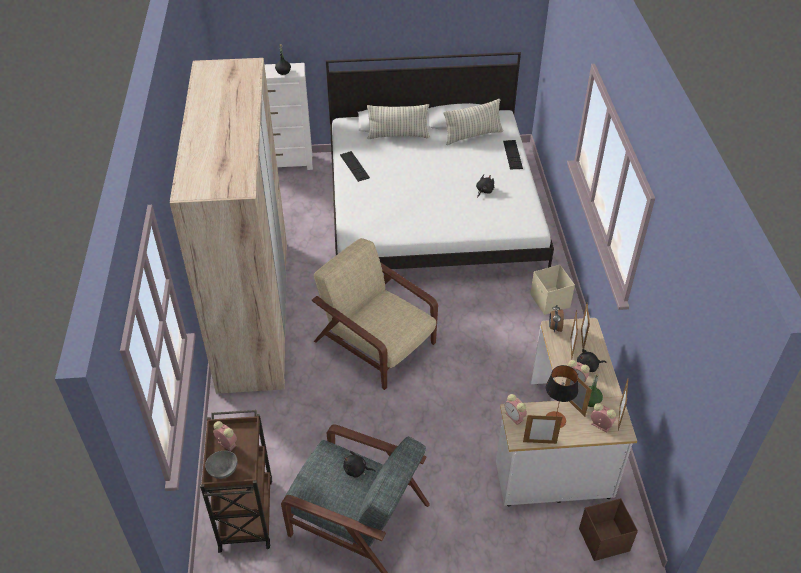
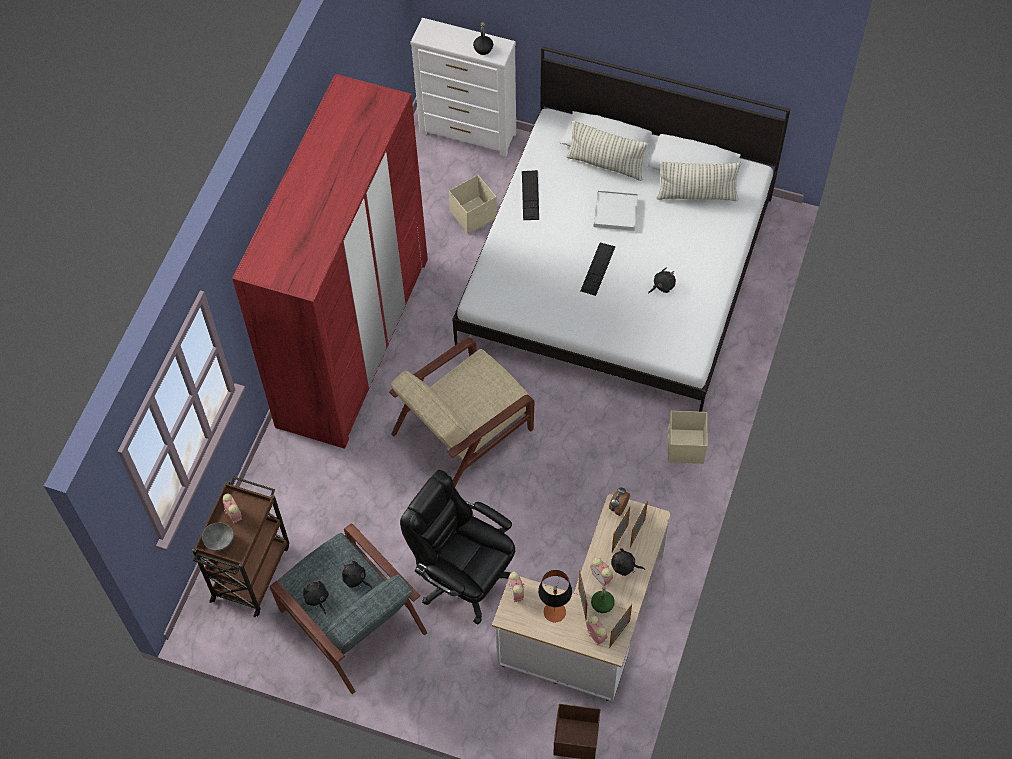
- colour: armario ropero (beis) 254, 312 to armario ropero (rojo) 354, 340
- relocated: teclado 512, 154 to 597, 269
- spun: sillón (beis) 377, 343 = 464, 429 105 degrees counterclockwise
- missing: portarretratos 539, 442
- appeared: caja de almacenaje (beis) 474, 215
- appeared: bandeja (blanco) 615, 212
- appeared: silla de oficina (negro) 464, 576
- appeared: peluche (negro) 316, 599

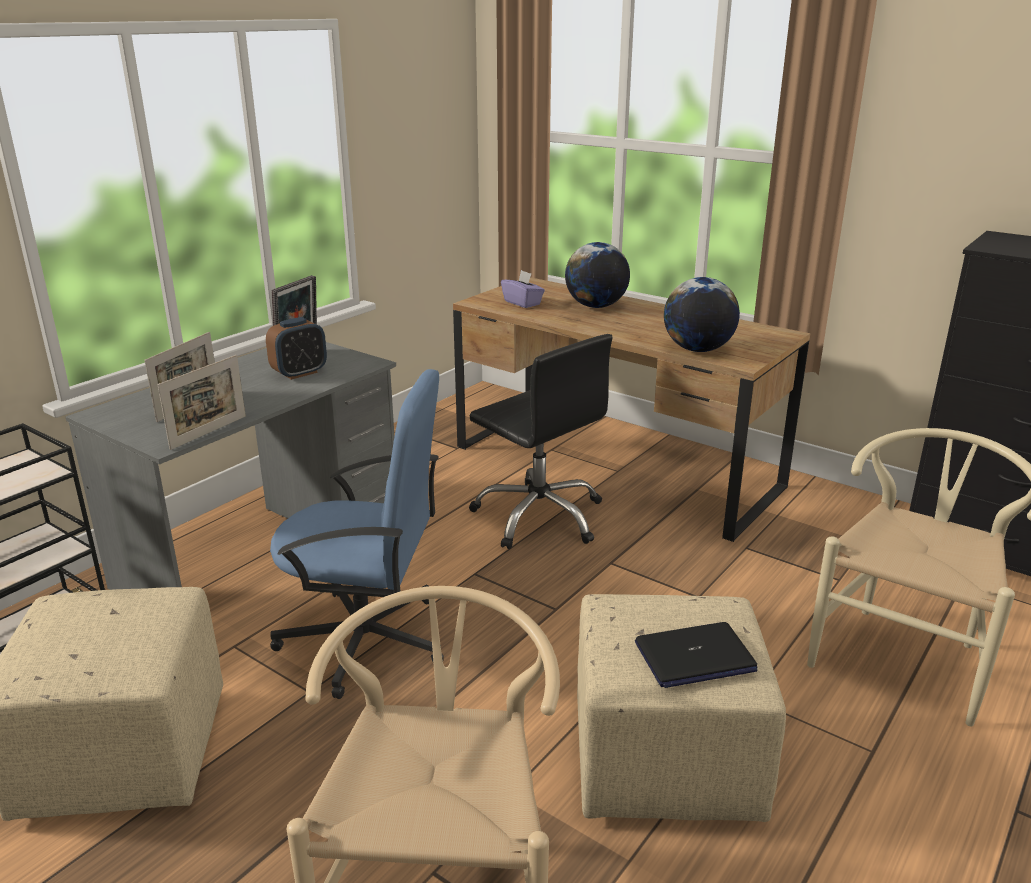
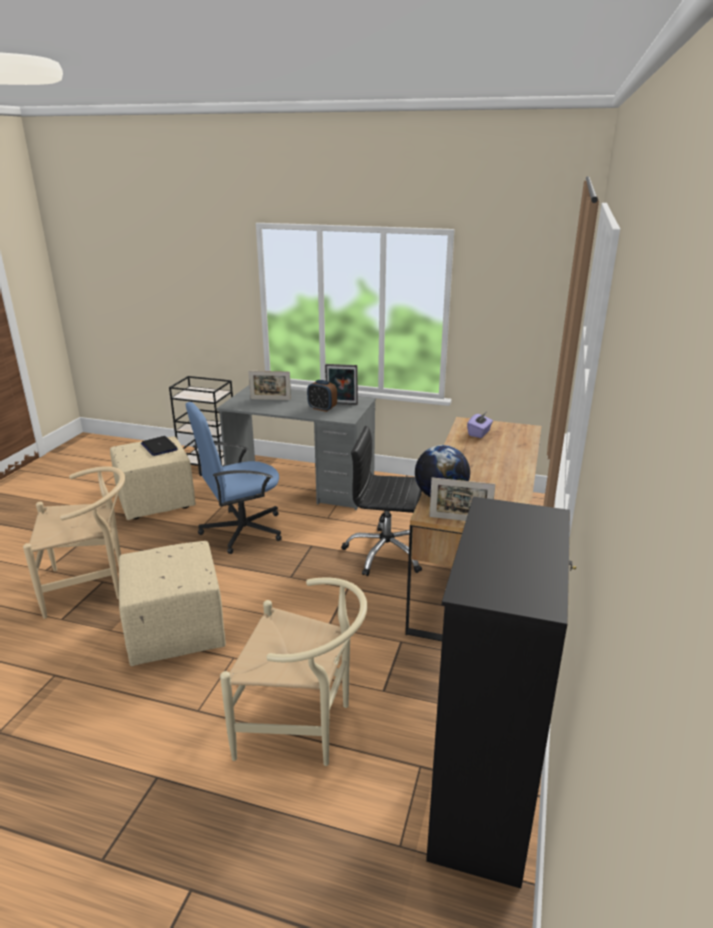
- missing: globo terráqueo 596, 306
- spun: silla de oficina (negro) 539, 516 = 385, 553 75 degrees clockwise
- relocated: portarretratos 209, 432 to 460, 520
- spun: silla de oficina (azul) 367, 640 = 241, 530 75 degrees clockwise
- relocated: portátil 694, 657 to 159, 447

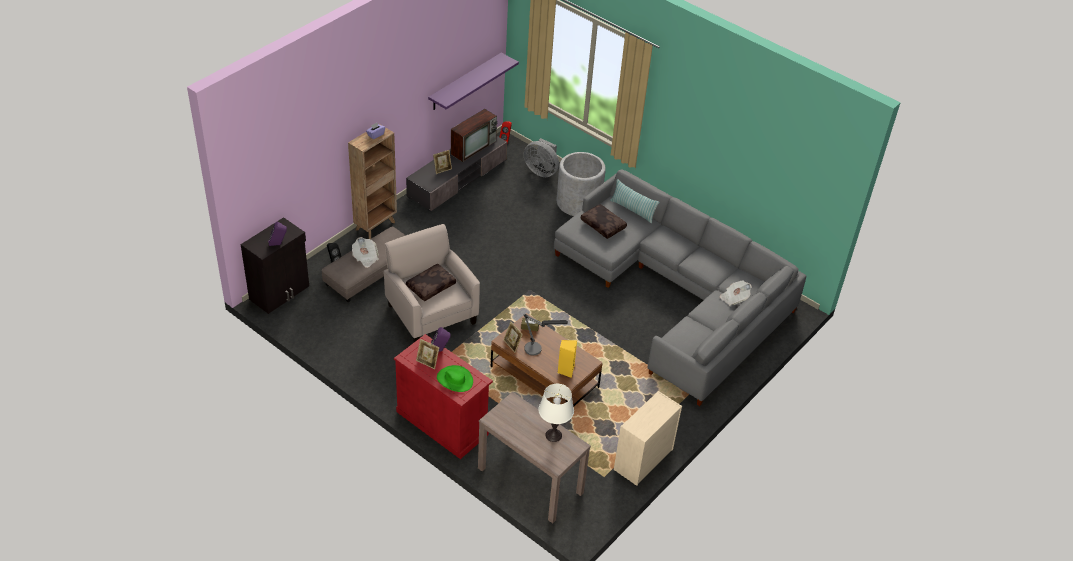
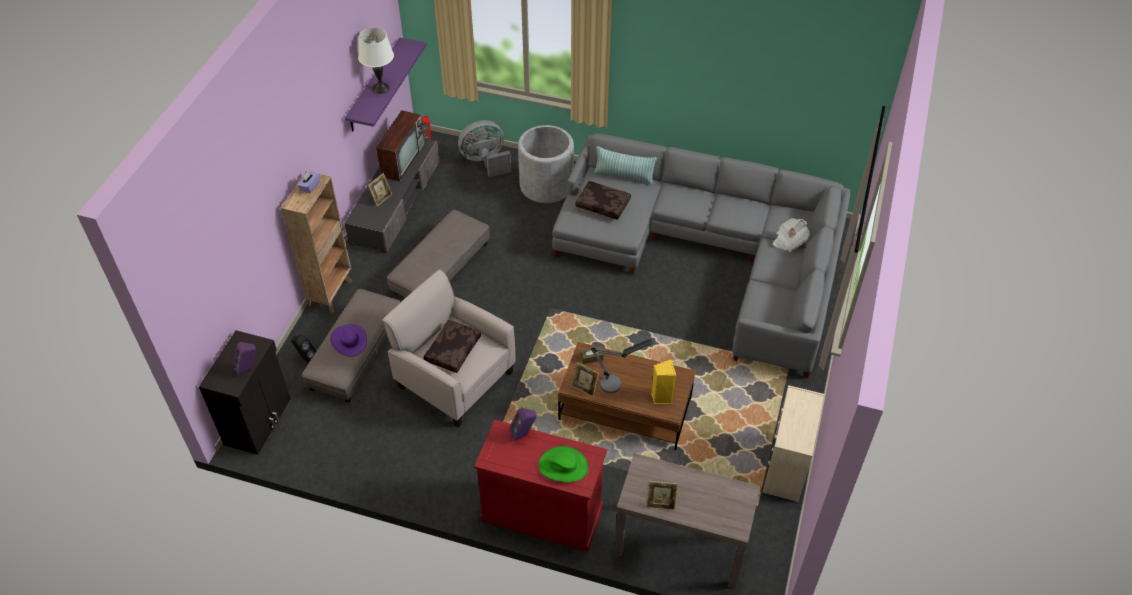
- spun: ventilador (gris) 541, 171 = 485, 162 150 degrees clockwise
- exchanged: periódico 365, 258 to sombrero (morado) 349, 340
- relocated: portarretratos 427, 362 to 660, 504
- relocated: lámpara de mesa (blanco) 553, 435 to 381, 88
- appeared: puf (gris) 441, 268

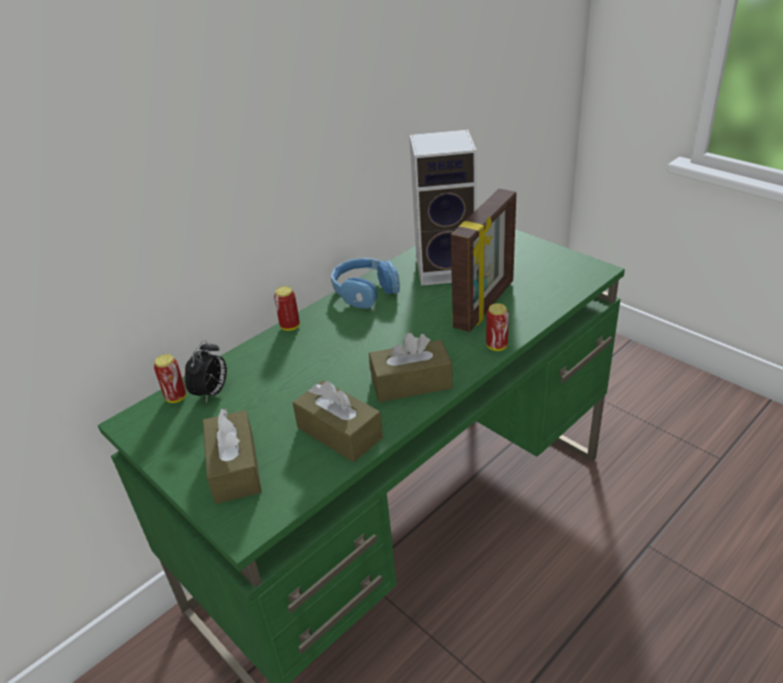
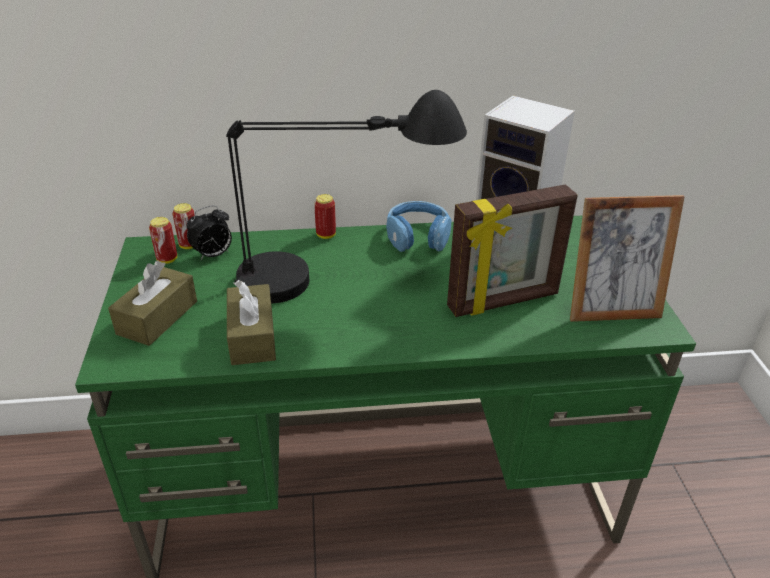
- relocated: lata 496, 346 to 167, 260
- missing: caja de pañuelos (marrón) 411, 383
- appeared: lámpara de mesa (negro) 338, 280
- appeared: portarretratos 611, 311

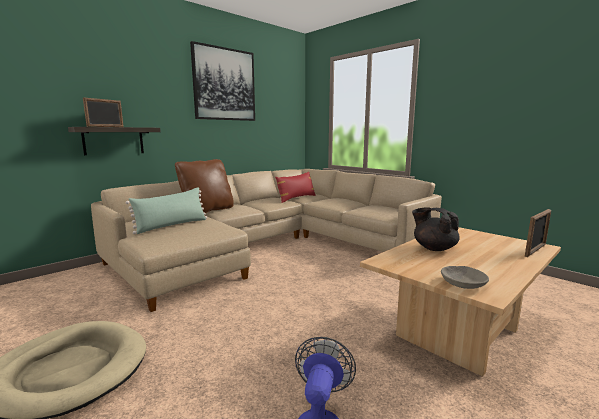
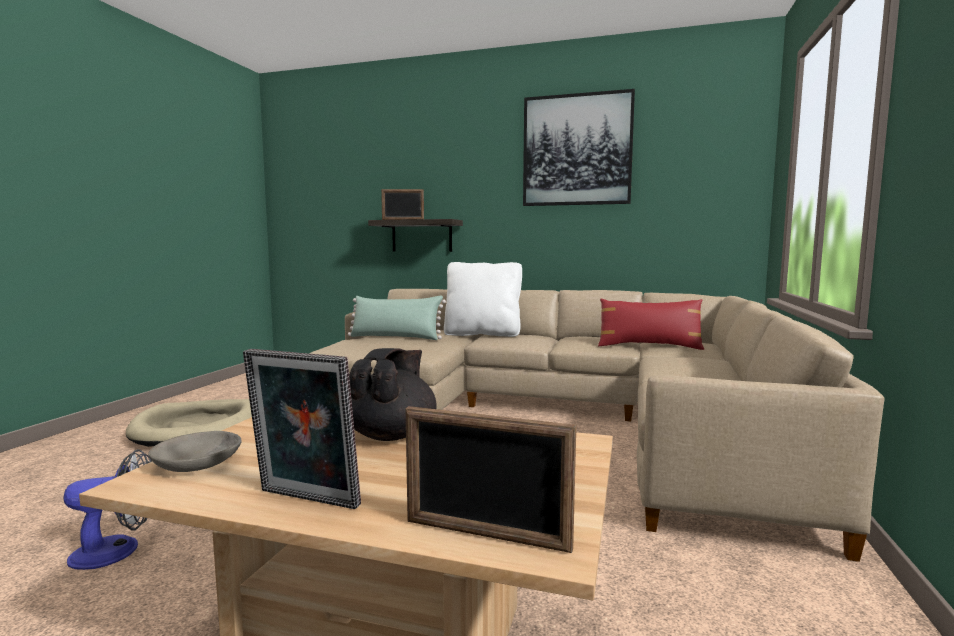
- colour: cojín (marrón) 207, 210 to cojín (blanco) 482, 334
- appeared: portarretratos 305, 501

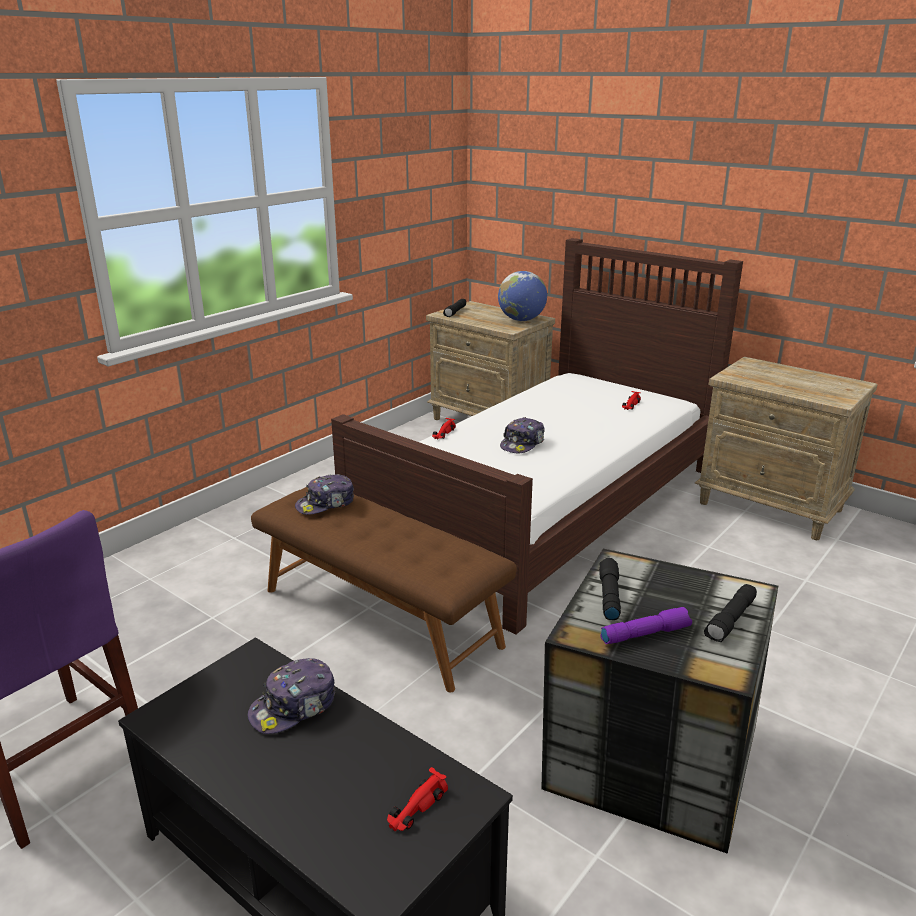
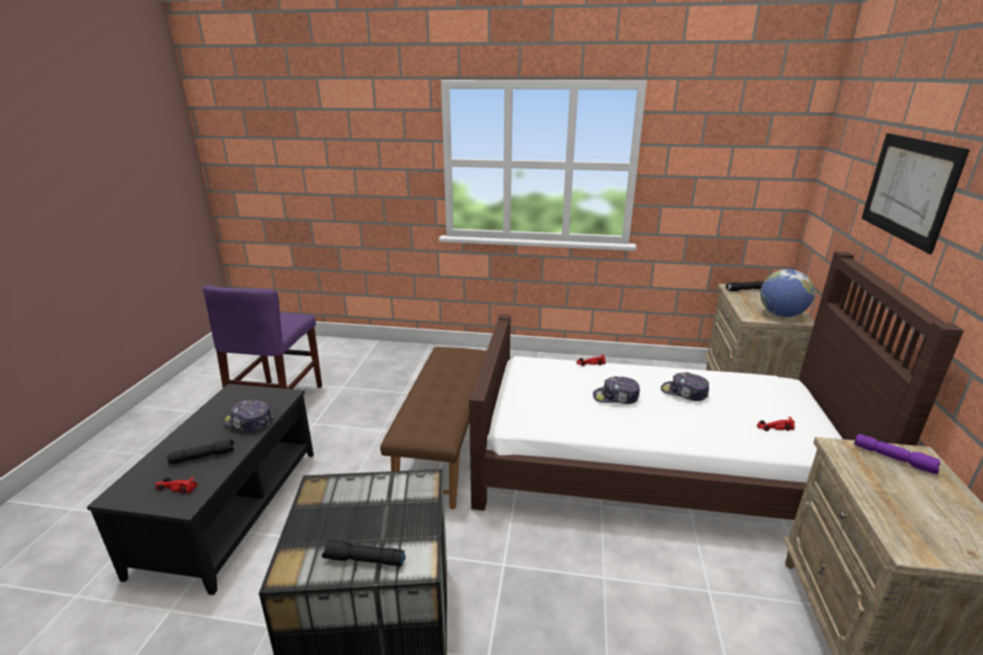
- relocated: gorra 326, 504 to 684, 393
- relocated: linterna (negro) 608, 595 to 203, 456
- relocated: linterna (morado) 645, 633 to 894, 458
- appeared: cuadro 908, 189

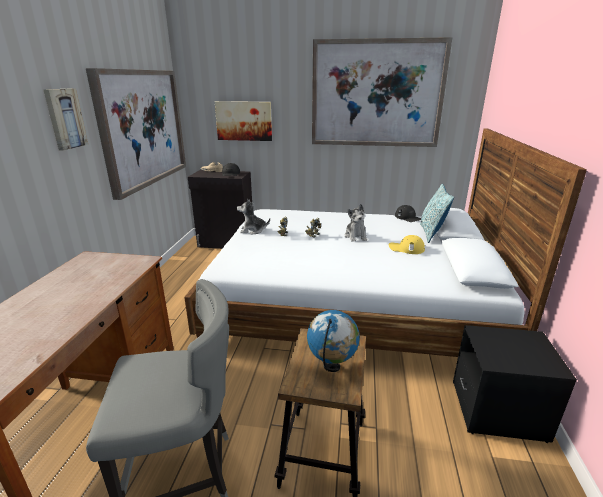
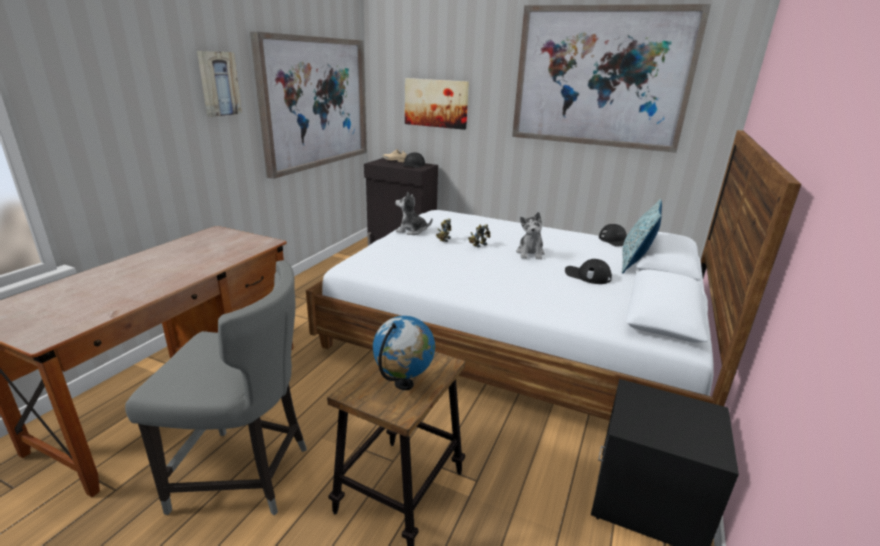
- colour: gorra (amarillo) 406, 248 to gorra (negro) 587, 275

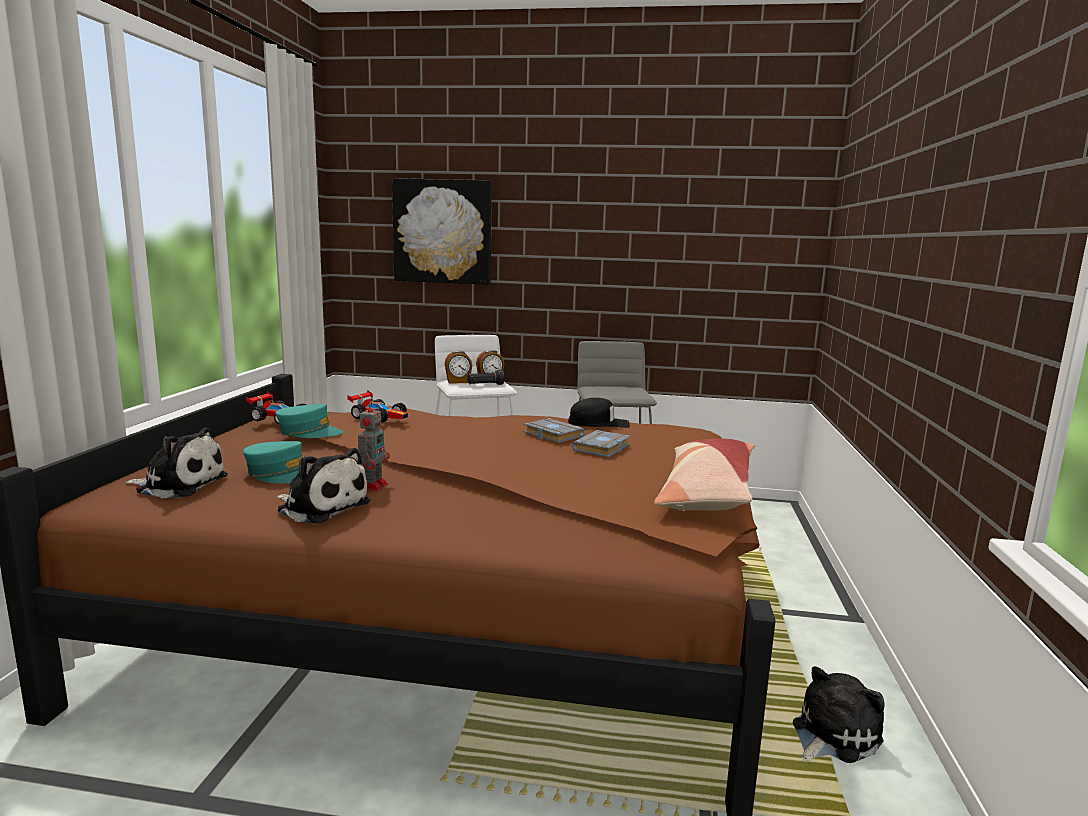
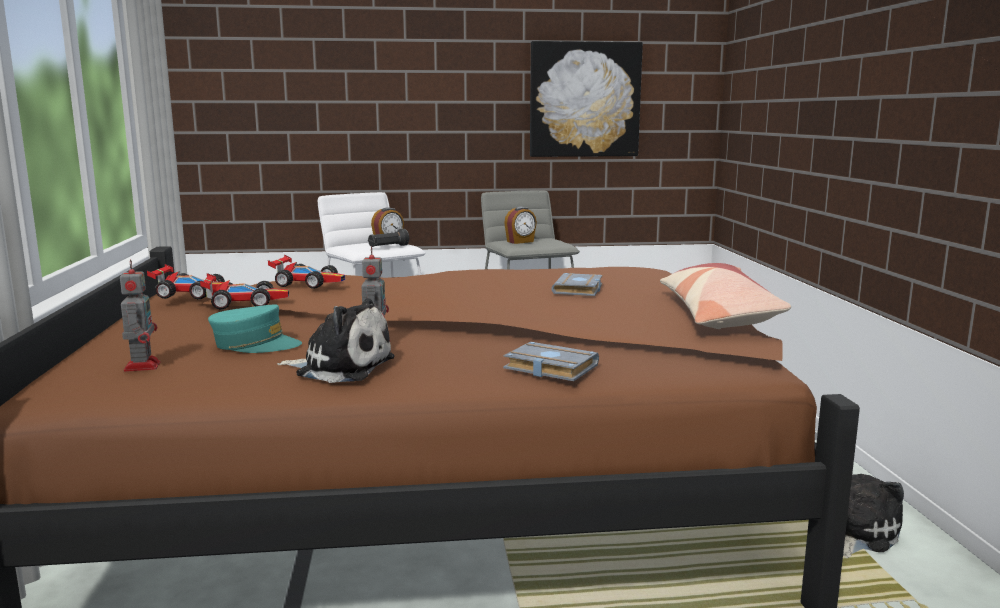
- relocated: cuadro 442, 232 to 584, 100
- relocated: despertador 458, 382 to 520, 242
- missing: gorra (negro) 598, 423
- exchanged: gorra (turquesa) 309, 432 to coche de juguete 245, 303
- relocated: libro (gris) 551, 435 to 548, 368
- exchanged: peluche 179, 484 to robot de juguete 142, 366

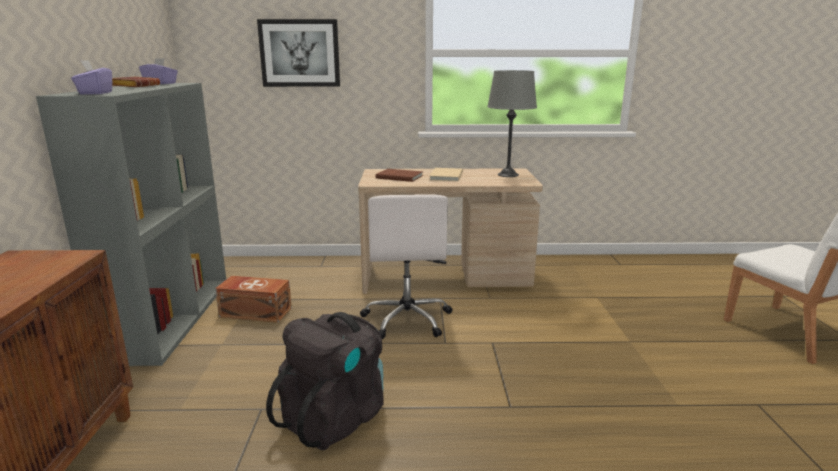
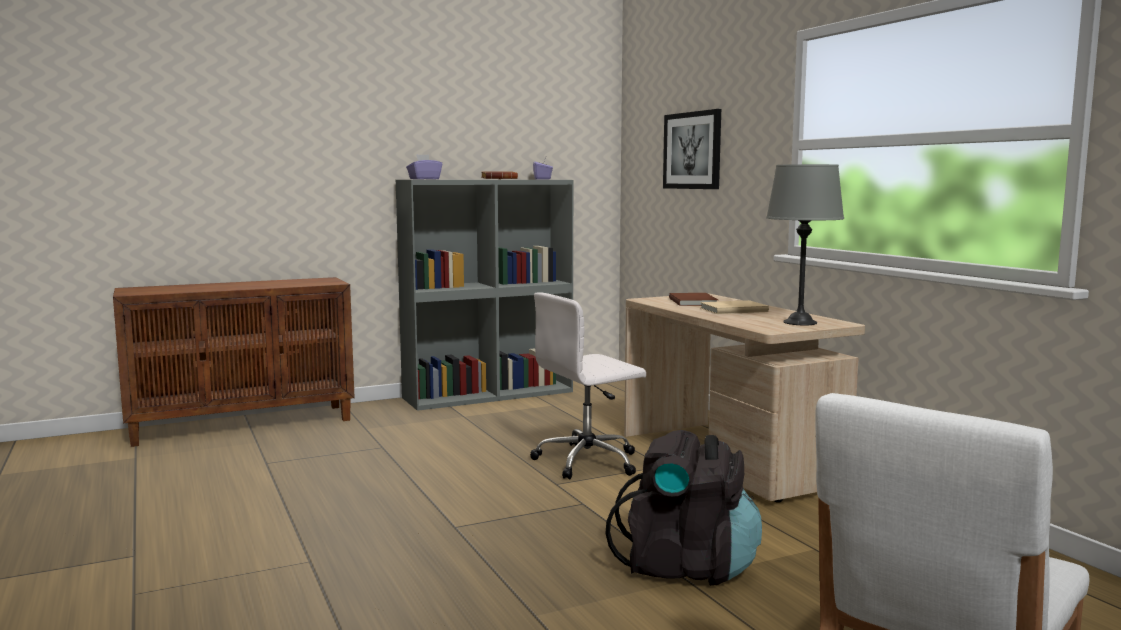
- missing: caja de almacenaje (marrón) 255, 312
- relocated: mochila (negro) 335, 417 to 686, 566

